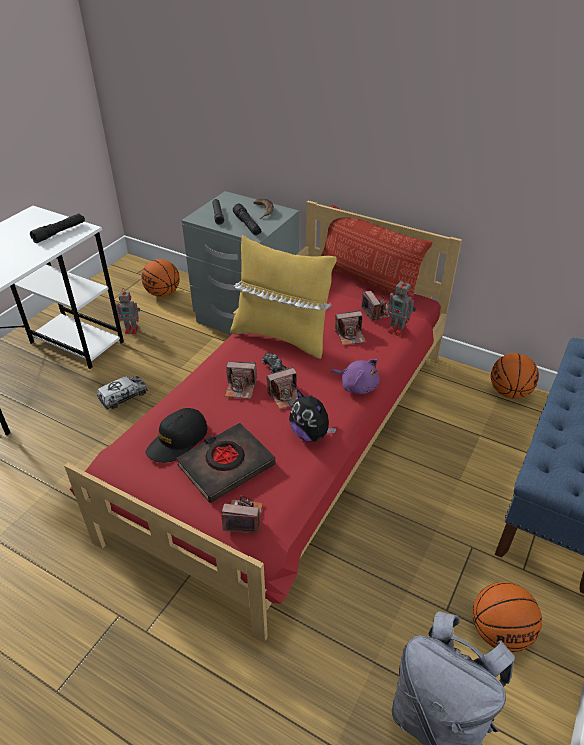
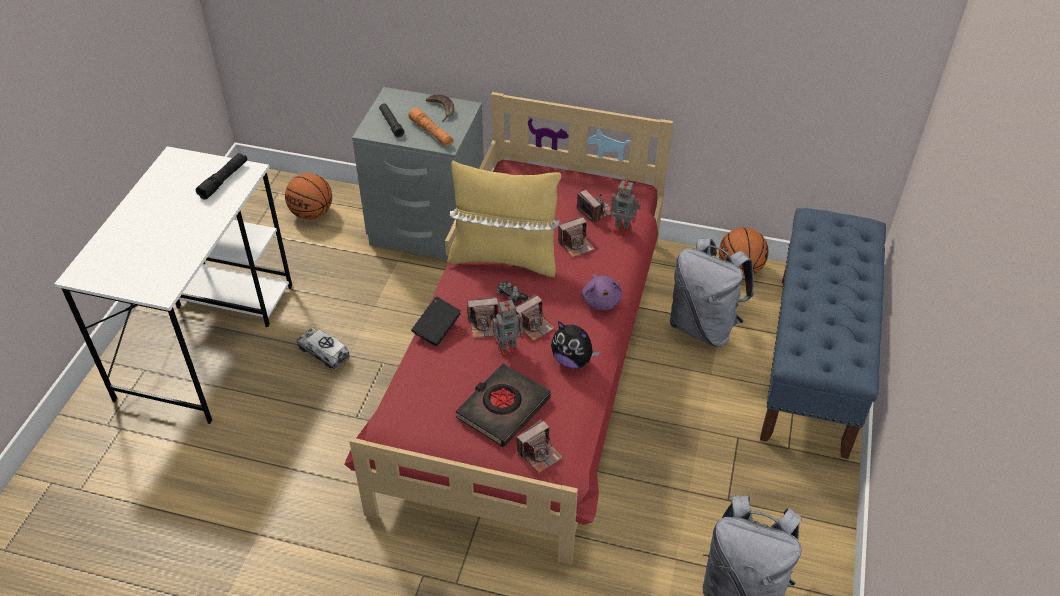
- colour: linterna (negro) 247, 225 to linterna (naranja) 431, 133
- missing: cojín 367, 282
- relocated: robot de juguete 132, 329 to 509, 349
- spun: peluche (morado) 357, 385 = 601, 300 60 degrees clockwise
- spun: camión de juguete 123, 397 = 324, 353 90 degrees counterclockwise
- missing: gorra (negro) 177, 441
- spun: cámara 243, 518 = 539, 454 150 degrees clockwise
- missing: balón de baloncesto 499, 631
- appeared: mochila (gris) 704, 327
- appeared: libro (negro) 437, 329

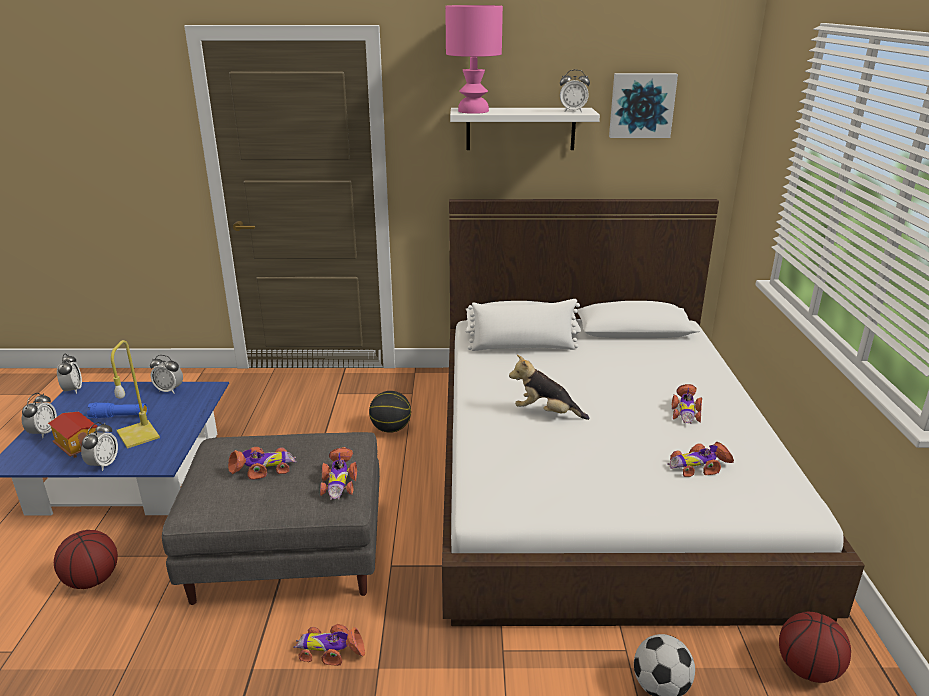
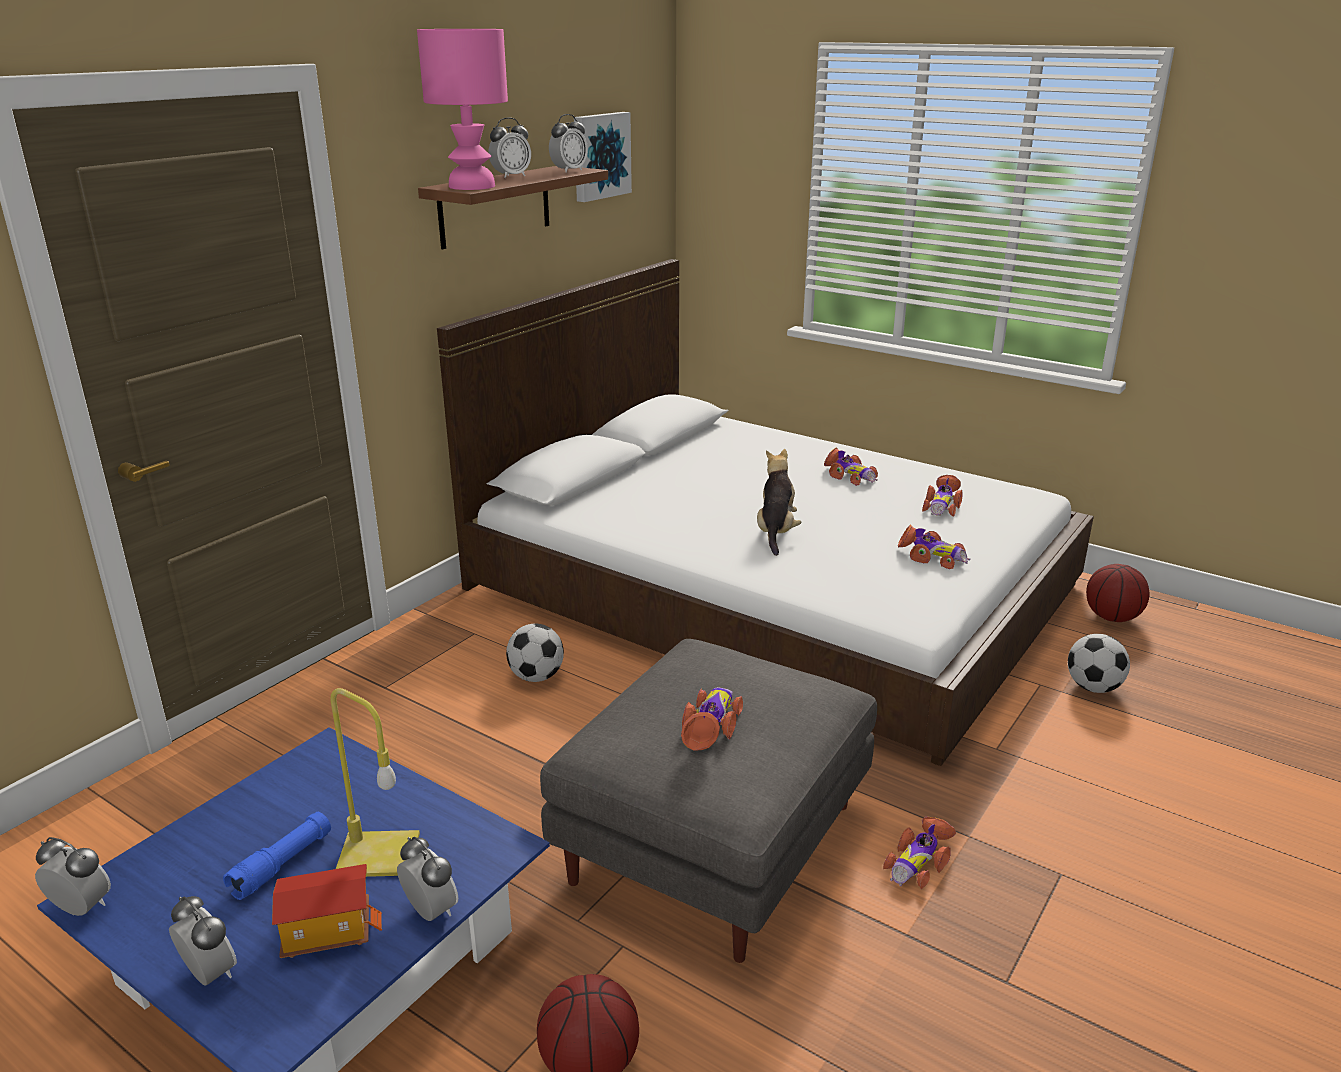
- colour: estante (blanco) 520, 129 to estante (marrón) 495, 206
- missing: cojín (blanco) 523, 347
- relocated: despertador 169, 390 to 511, 176
- spun: peluche 546, 413 = 776, 532 135 degrees clockwise
- exchanged: balón de baloncesto 391, 429 to balón de fútbol 536, 677
- relocated: coche de juguete 339, 481 to 931, 557

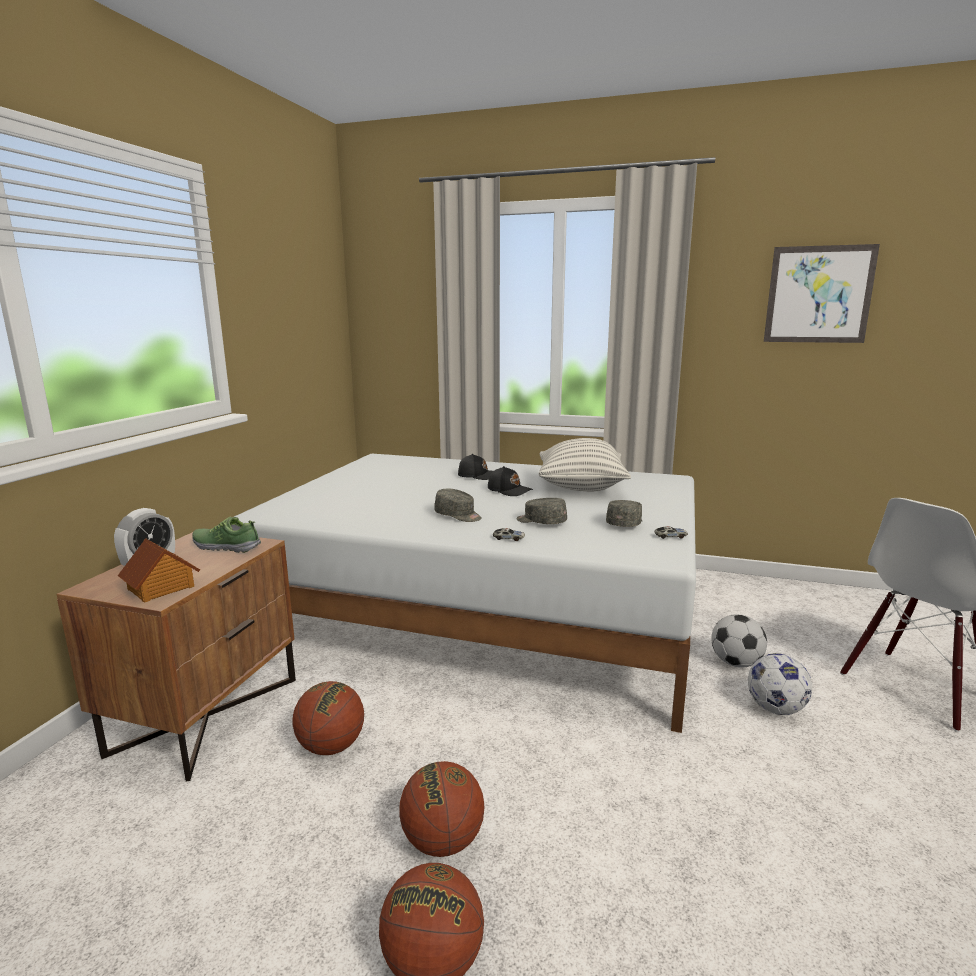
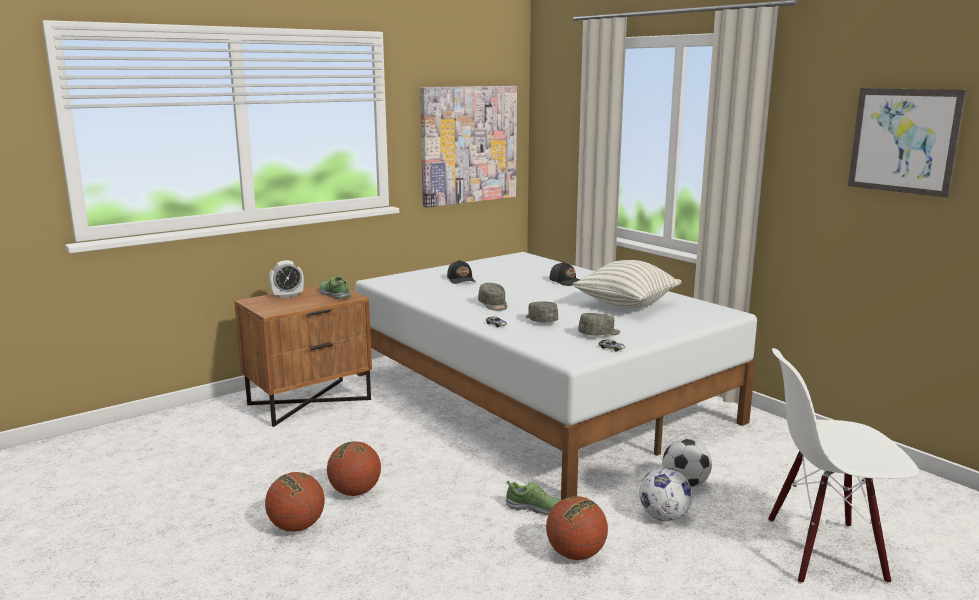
- relocated: gorra (negro) 509, 490 to 461, 280
- missing: casita 161, 588
- relocated: balón de baloncesto 331, 747 to 575, 554
- appeared: cuadro 468, 144
- appeared: zapato 537, 508

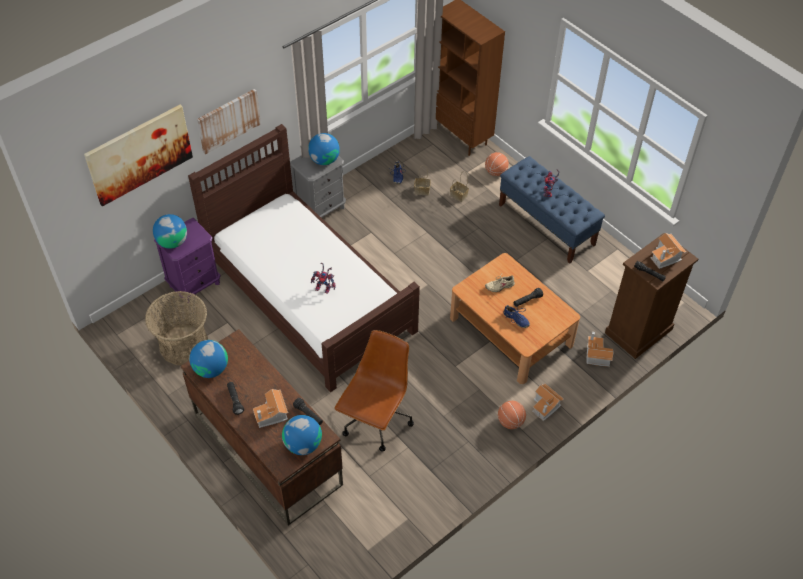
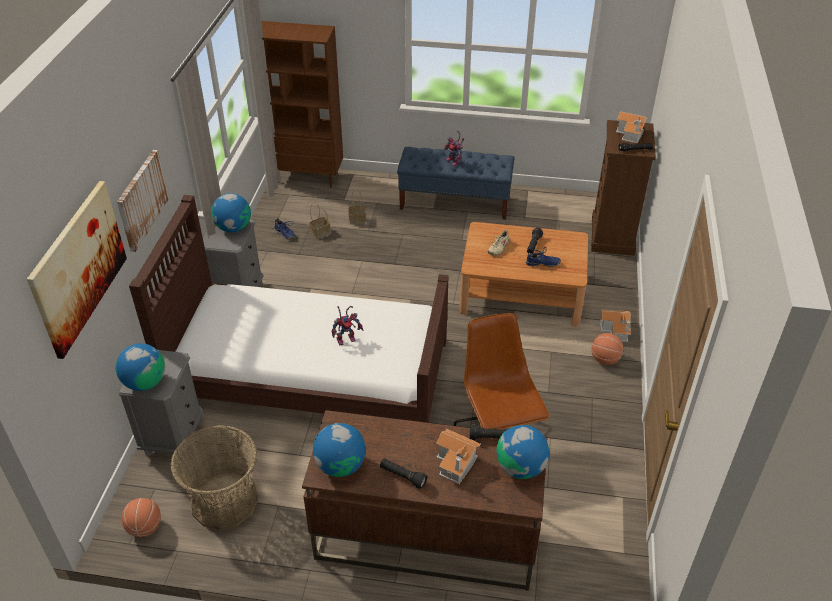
- relocated: balón de baloncesto 495, 172 to 145, 528
- colour: mesita de noche (morado) 195, 284 to mesita de noche (gris) 174, 436
- missing: casita 596, 355

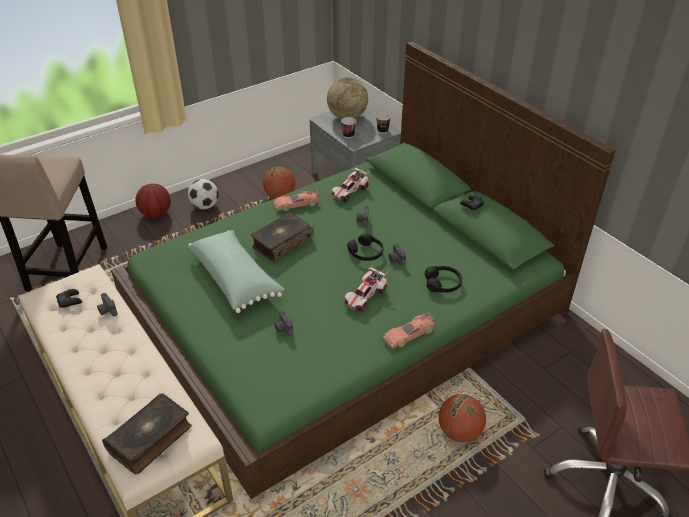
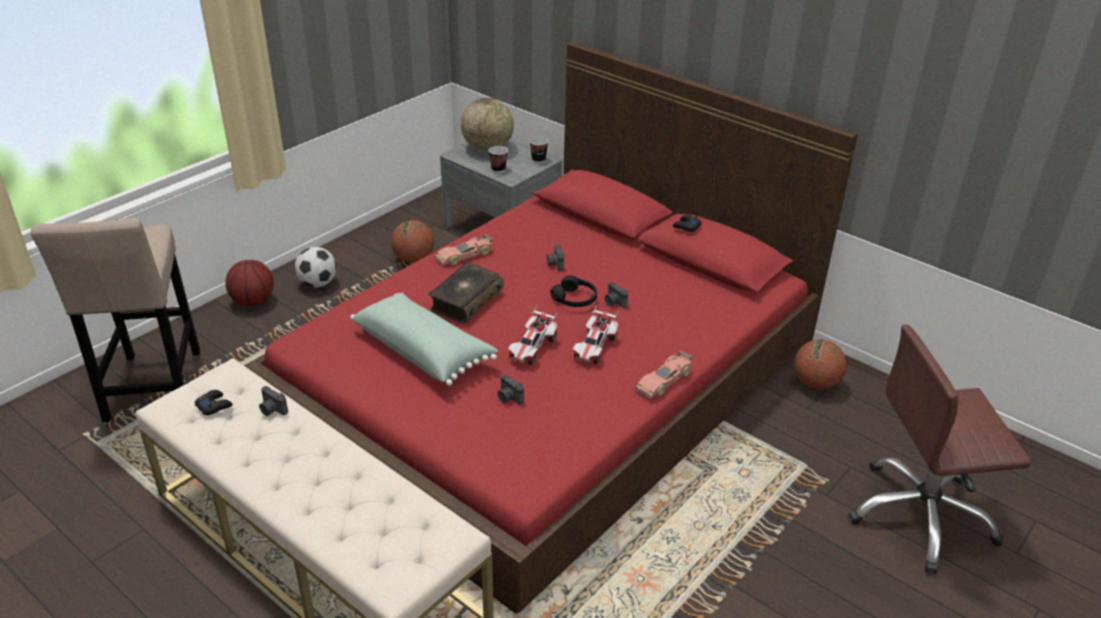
- colour: cama (verde) 346, 311 to cama (rojo) 550, 381
- relocated: coche de juguete 350, 192 to 532, 348
- missing: auriculares (negro) 443, 283
- missing: libro 150, 438
- relocated: balón de baloncesto 459, 432 to 815, 384

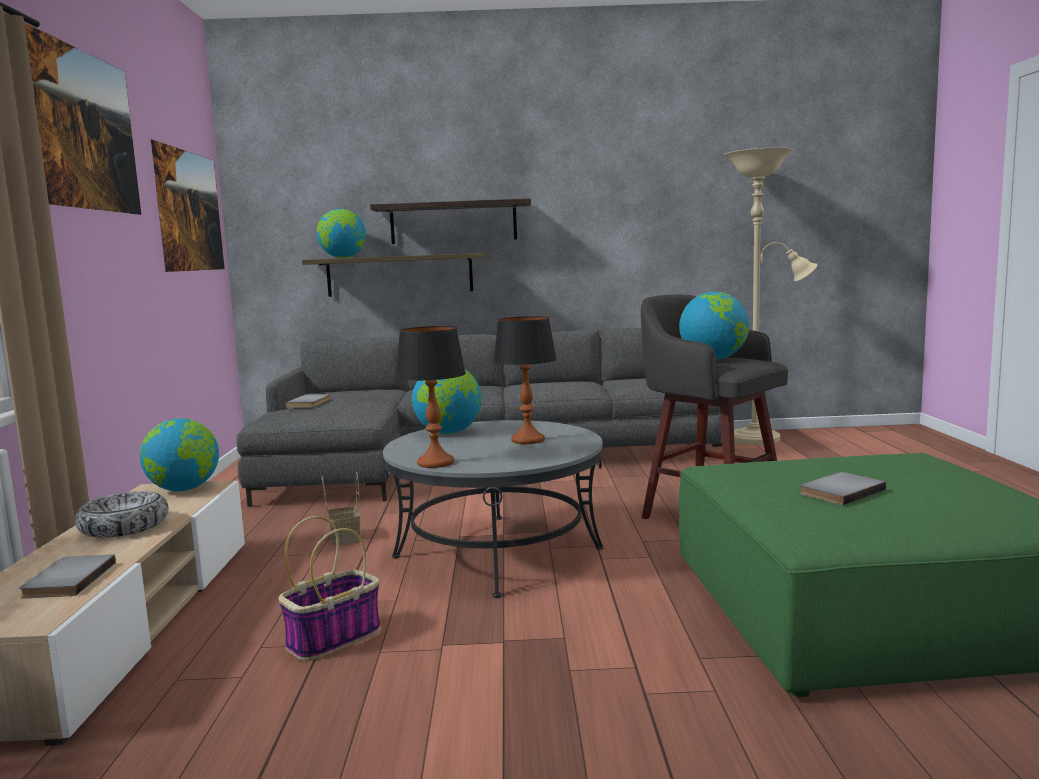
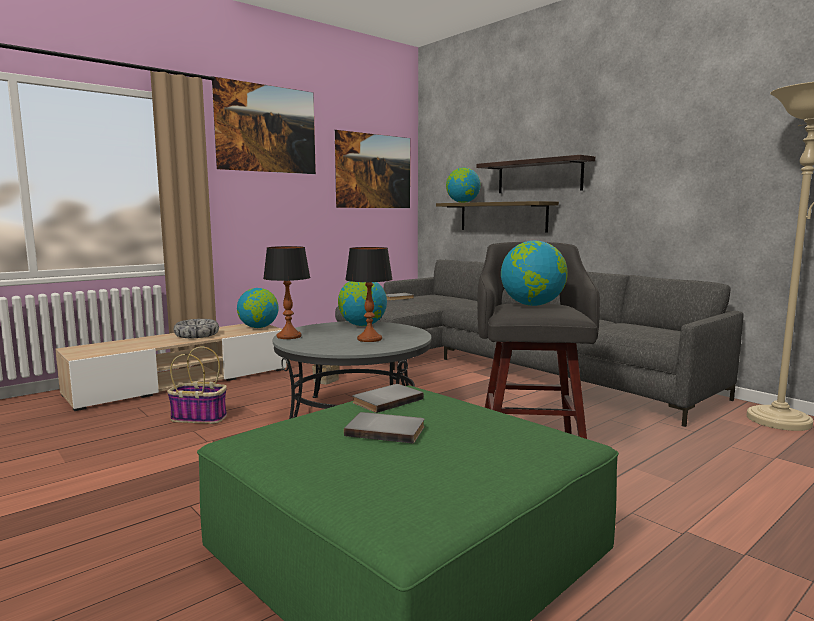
- relocated: libro (gris) 66, 580 to 386, 400

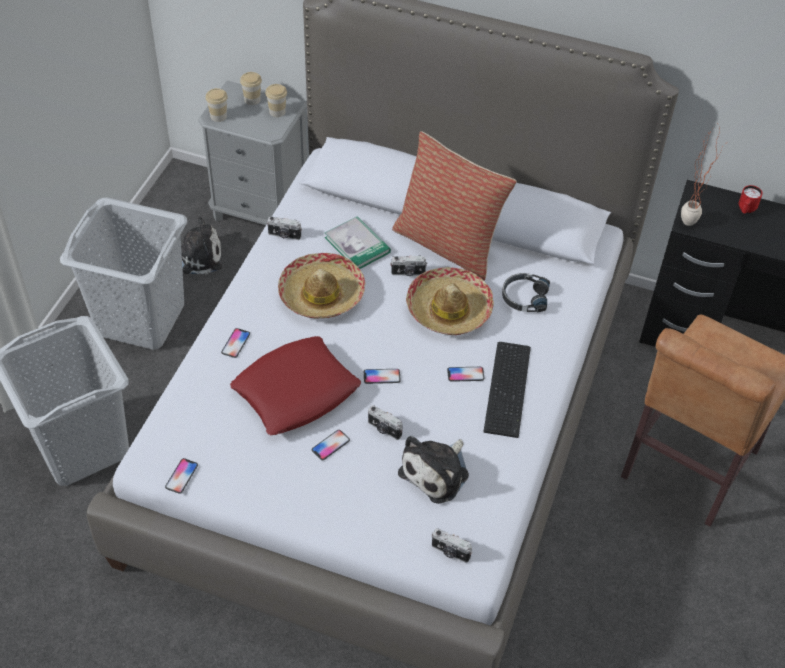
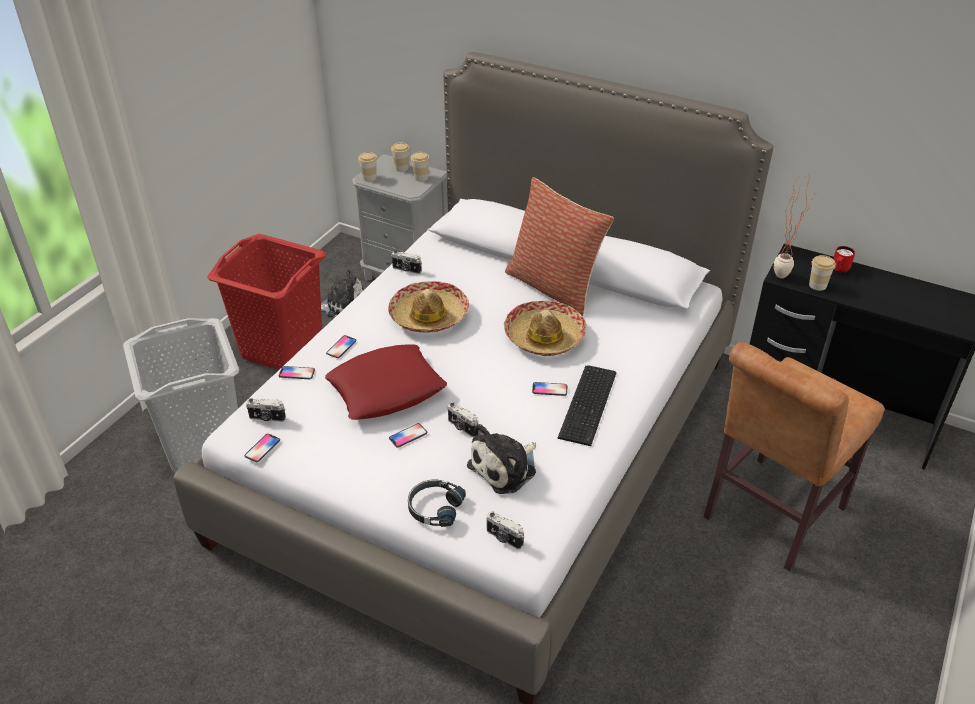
- colour: cesto de la ropa (gris) 140, 318 to cesto de la ropa (rojo) 282, 348
- missing: libro 357, 245
- relocated: cámara 408, 273 to 267, 418
- relocated: auriculares (negro) 524, 297 to 434, 508
- relocated: móvil 381, 376 to 297, 373
- appeared: taza 817, 285

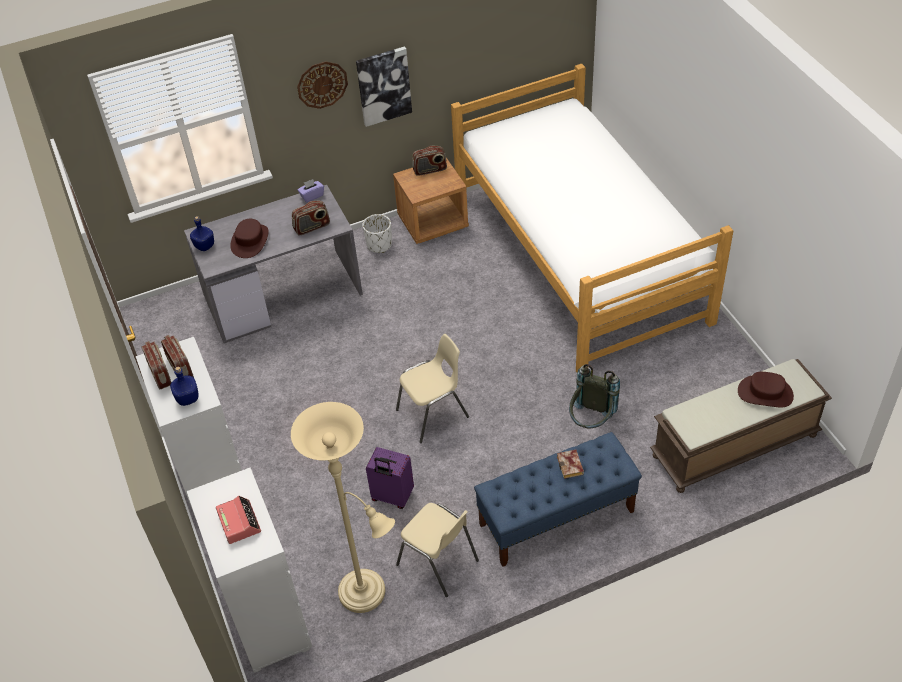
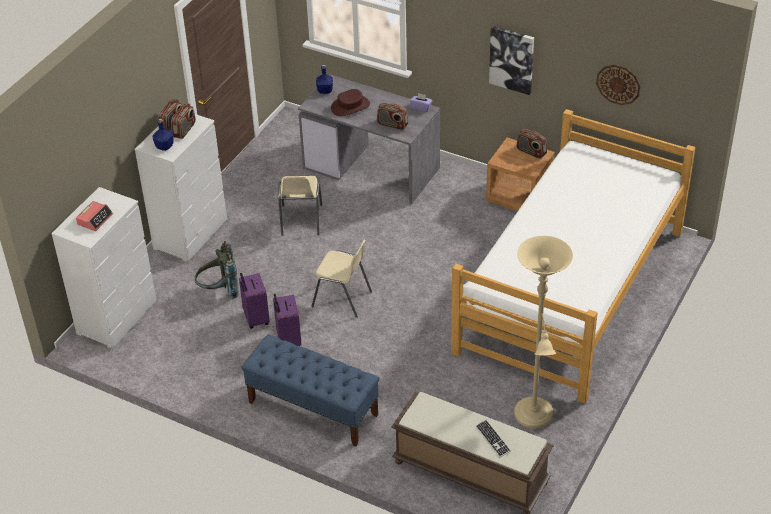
- relocated: reloj de pared 322, 84 to 618, 84
- missing: maceta (blanco) 379, 244
- relocated: mochila (gris) 590, 422 to 219, 291
- exchanged: sombrero (marrón) 765, 393 to teclado 493, 439
- relocated: lámpara de pie (beis) 367, 595 to 534, 418
- missing: libro 571, 466
- relocated: silla (beis) 438, 563 to 301, 220
- appeared: maleta (morado) 288, 340

